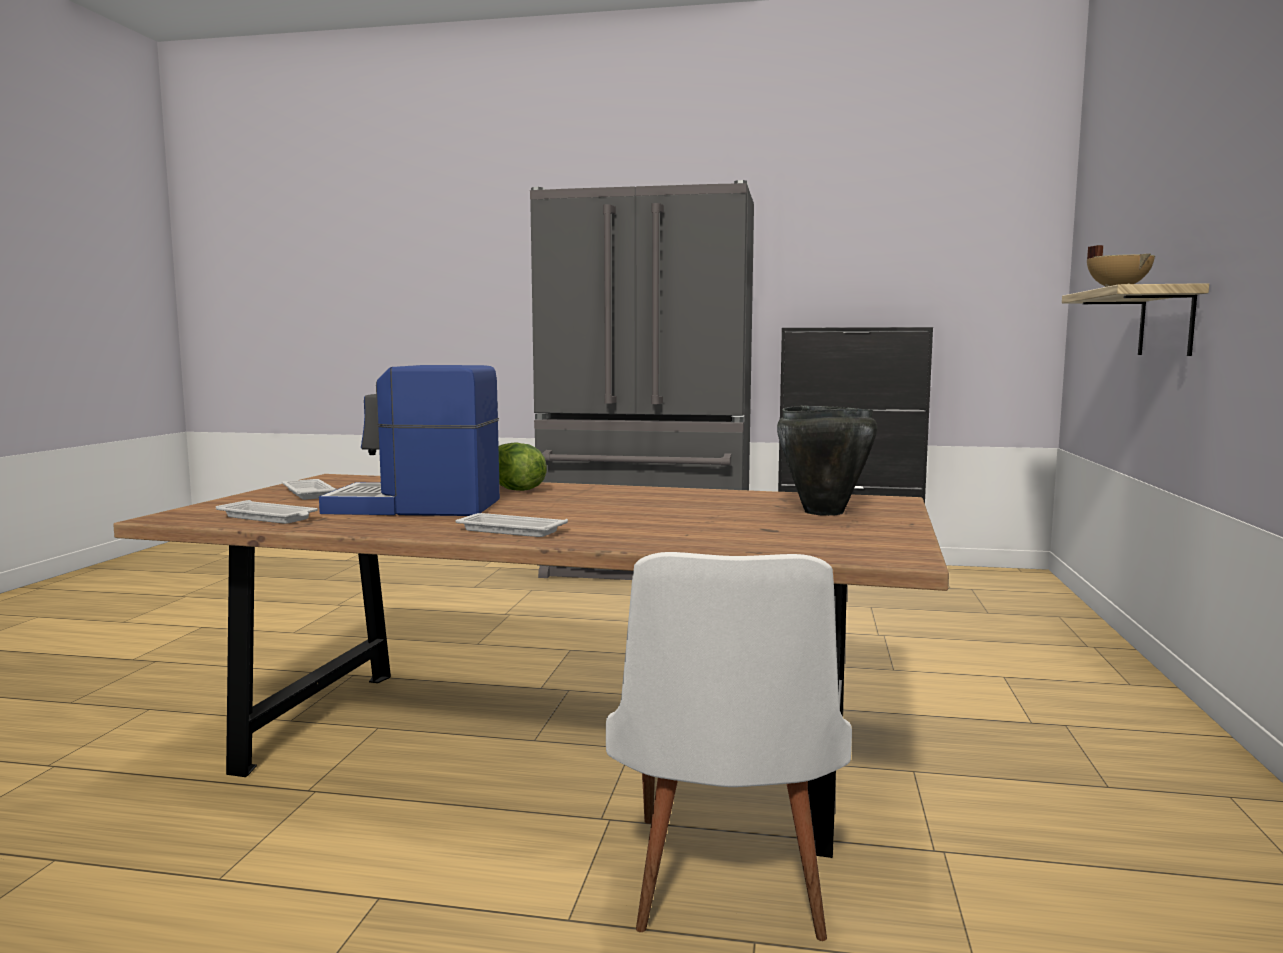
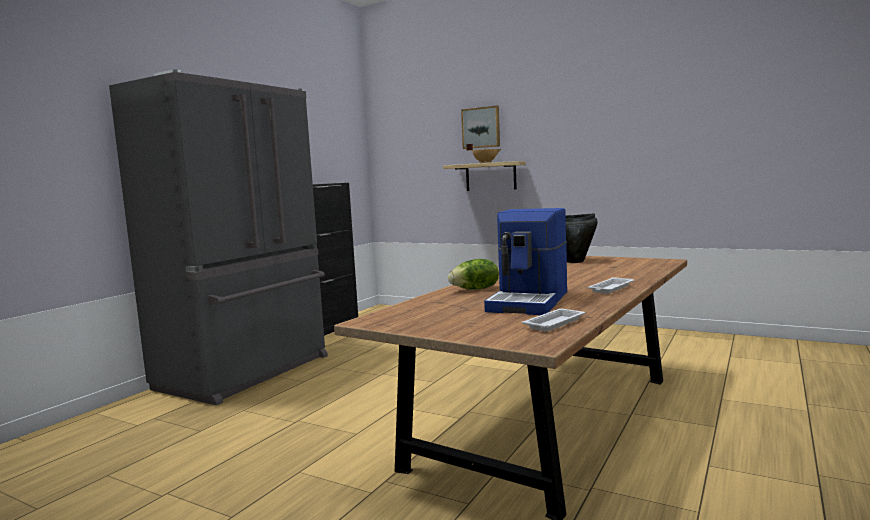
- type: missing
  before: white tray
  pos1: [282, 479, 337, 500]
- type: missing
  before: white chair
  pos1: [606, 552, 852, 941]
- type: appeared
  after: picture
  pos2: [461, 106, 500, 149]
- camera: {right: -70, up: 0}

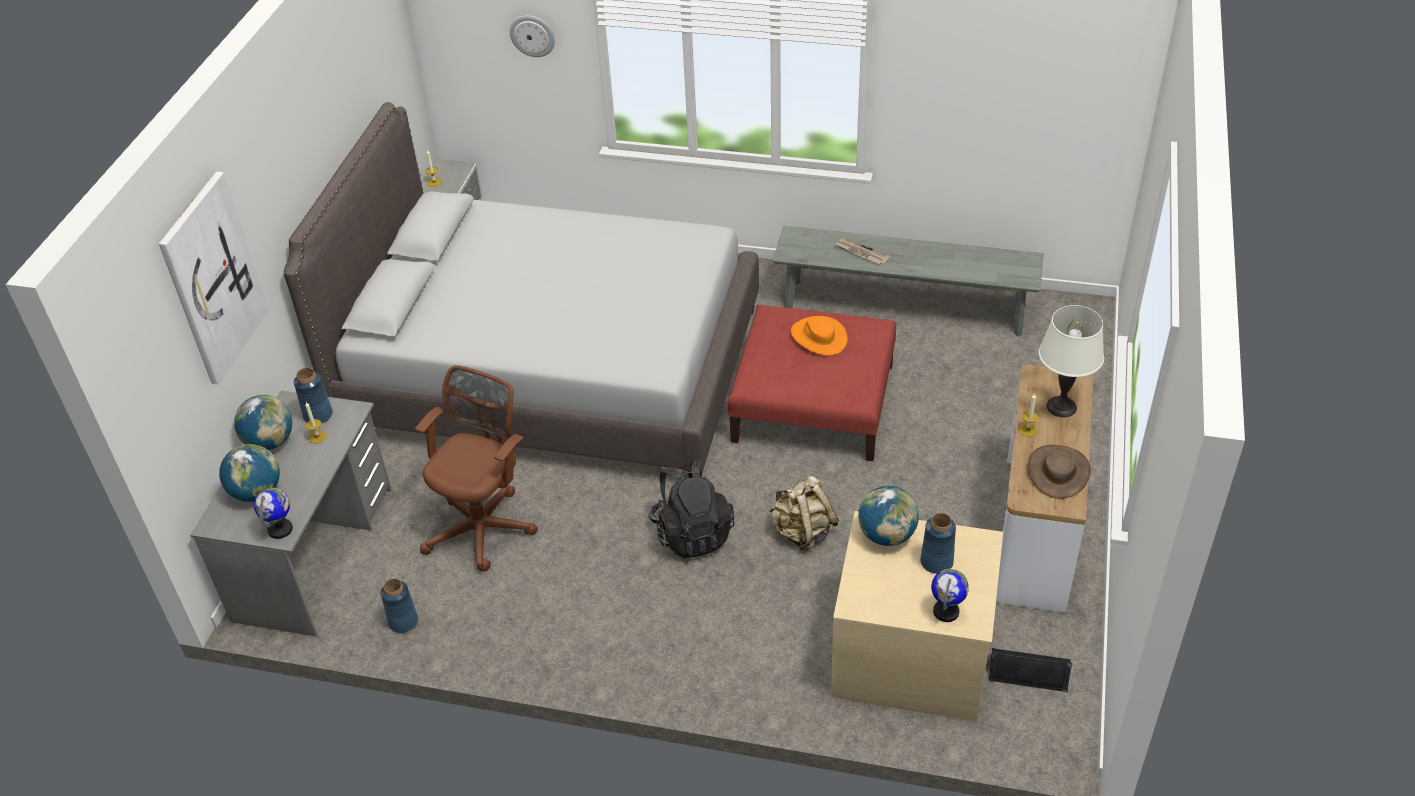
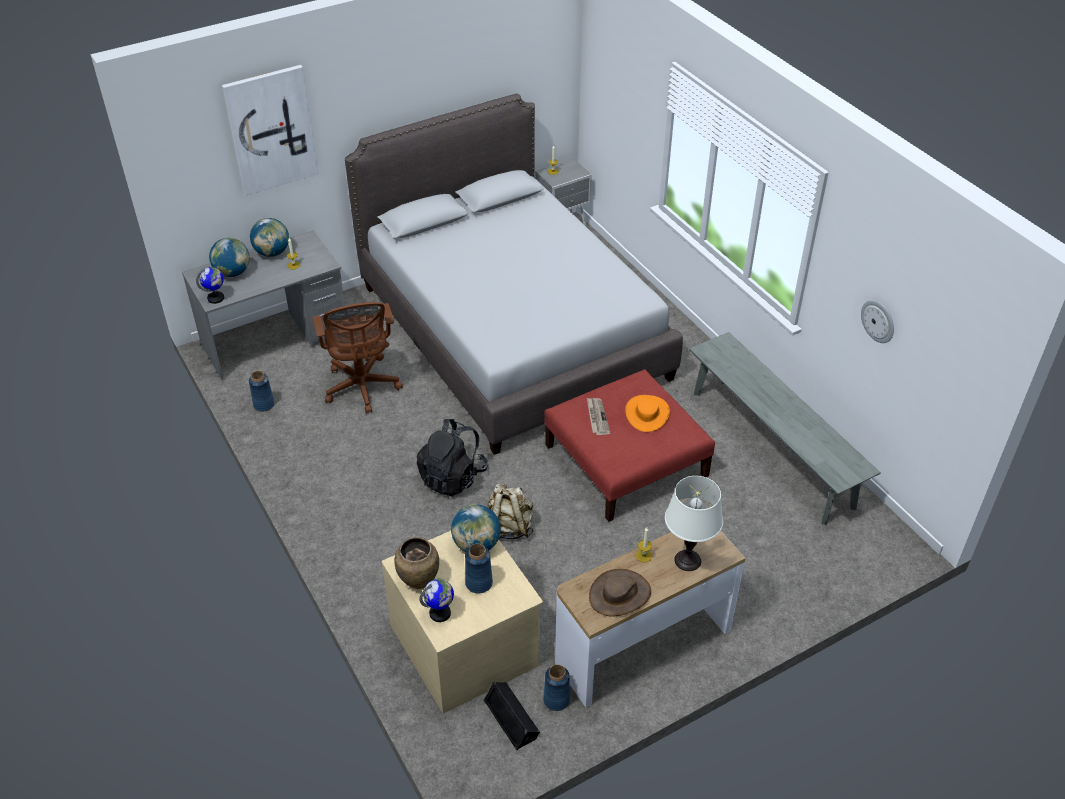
- type: relocated
  before: wall clock
  pos1: [510, 15, 555, 57]
  pos2: [861, 300, 894, 343]
- type: relocated
  before: newspaper
  pos1: [835, 238, 890, 264]
  pos2: [587, 398, 610, 435]
- type: spun
  before: brown office chair
  pos1: [415, 365, 538, 571]
  pos2: [313, 302, 403, 413]
  turn: 90
- type: relocated
  before: blue vase
  pos1: [294, 368, 333, 424]
  pos2: [543, 664, 570, 711]
- type: appeared
  after: brown vase
  pos2: [394, 537, 439, 589]
- camera: {right: 45, up: 0}

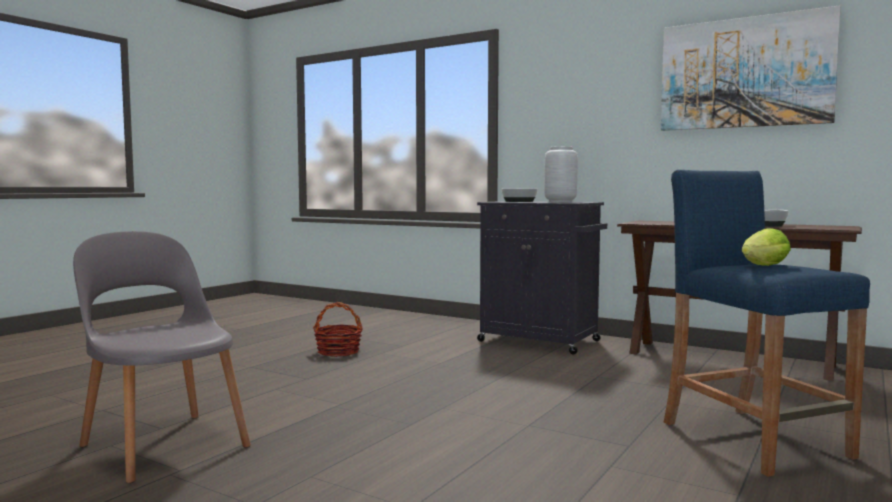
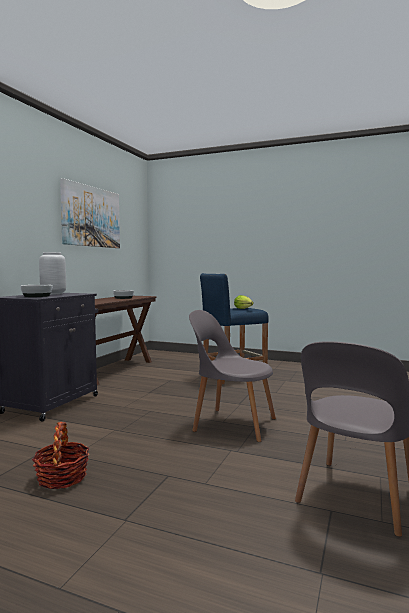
- type: appeared
  after: grey chair
  pos2: [189, 310, 276, 442]
- camera: {right: -100, up: 0}

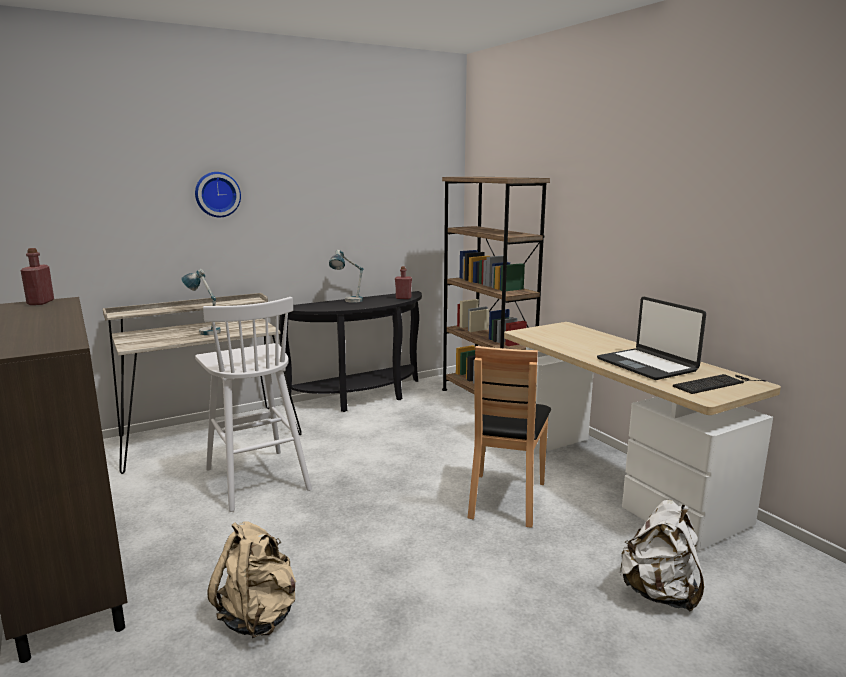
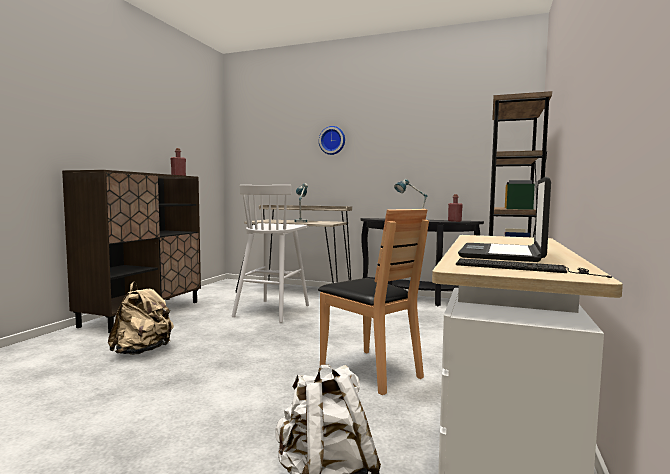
- type: spun
  before: brown chair
  pos1: [468, 346, 551, 528]
  pos2: [318, 209, 429, 395]
  turn: -105
- camera: {right: 50, up: -10}

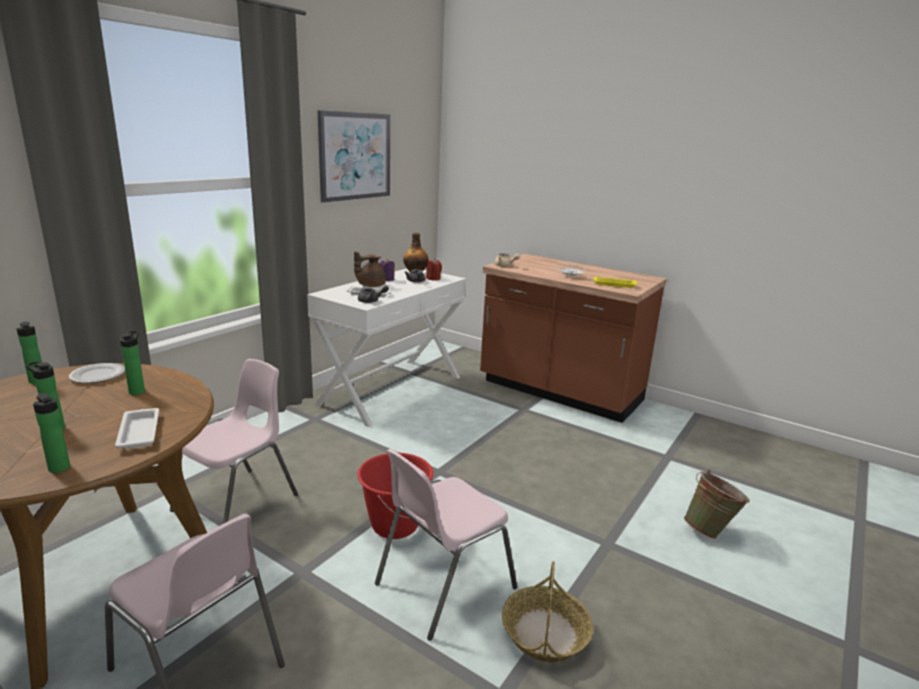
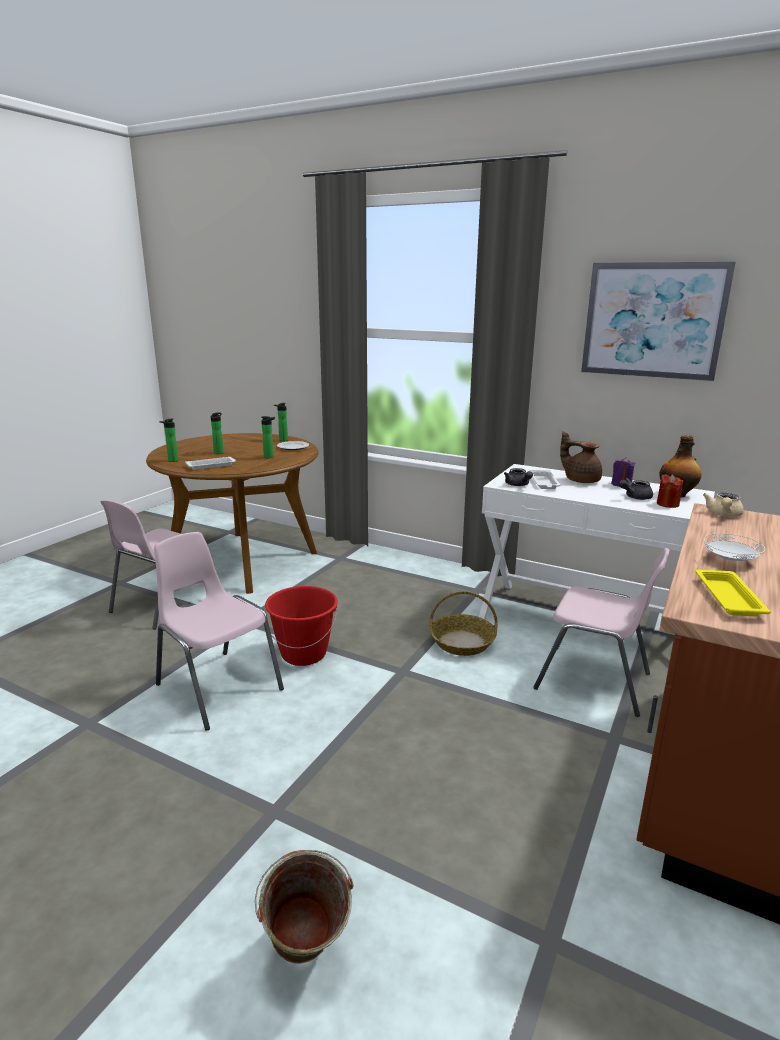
- type: relocated
  before: pink chair
  pos1: [170, 359, 298, 524]
  pos2: [533, 548, 670, 717]
- type: relocated
  before: basket
  pos1: [502, 561, 593, 662]
  pos2: [430, 591, 498, 656]
- camera: {right: 85, up: 0}

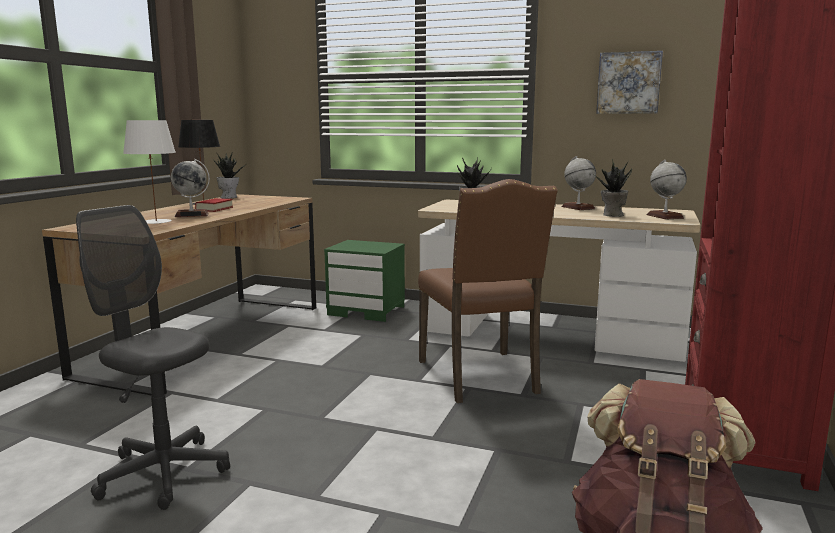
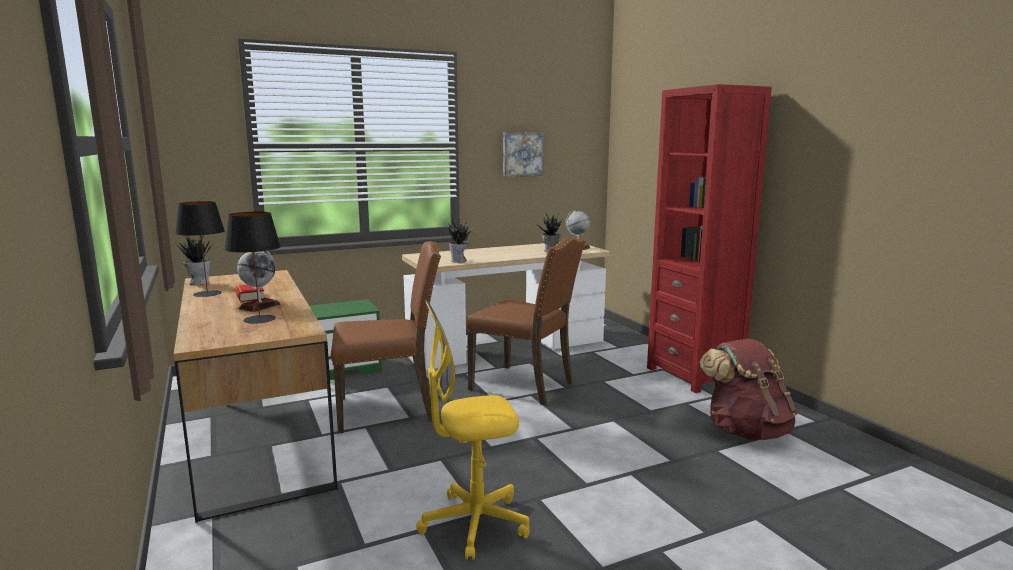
- type: colour
  before: white table lamp
  after: black table lamp
  pos1: [123, 120, 176, 224]
  pos2: [225, 212, 281, 324]
- type: missing
  before: globe
  pos1: [562, 156, 596, 210]
- type: colour
  before: grey office chair
  after: yellow office chair
  pos1: [76, 205, 230, 510]
  pos2: [416, 301, 530, 560]
- type: appeared
  after: brown chair
  pos2: [331, 241, 441, 433]
- camera: {right: -45, up: 0}

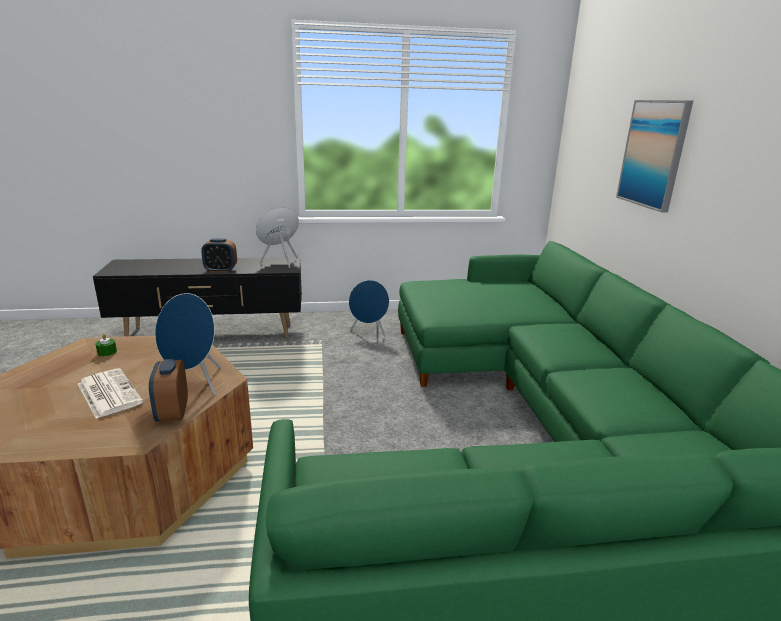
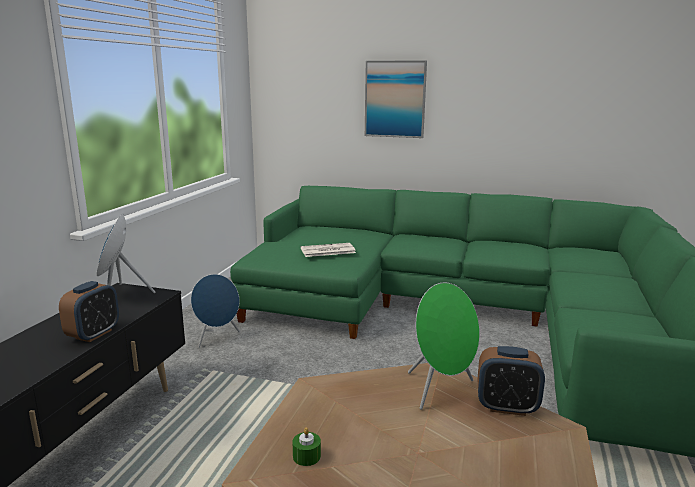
- type: colour
  before: blue speaker
  after: green speaker
  pos1: [155, 293, 221, 395]
  pos2: [408, 282, 480, 410]
- type: relocated
  before: newspaper
  pos1: [78, 369, 143, 419]
  pos2: [301, 243, 356, 257]
- camera: {right: -65, up: -5}

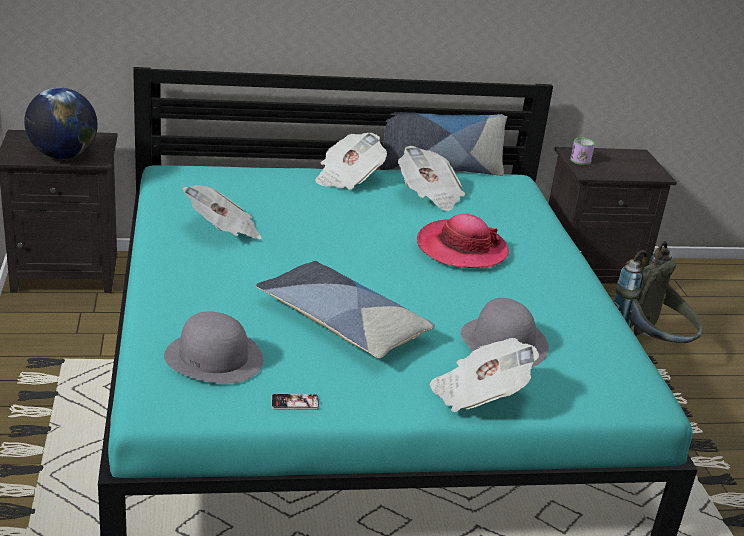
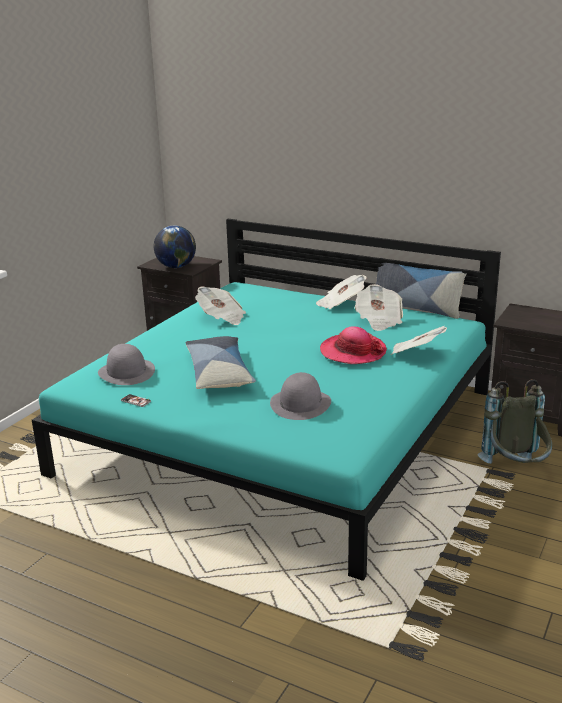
- type: missing
  before: mug
  pos1: [570, 137, 595, 165]
- type: relocated
  before: newspaper
  pos1: [429, 338, 539, 412]
  pos2: [391, 326, 447, 355]
- camera: {right: 40, up: -5}

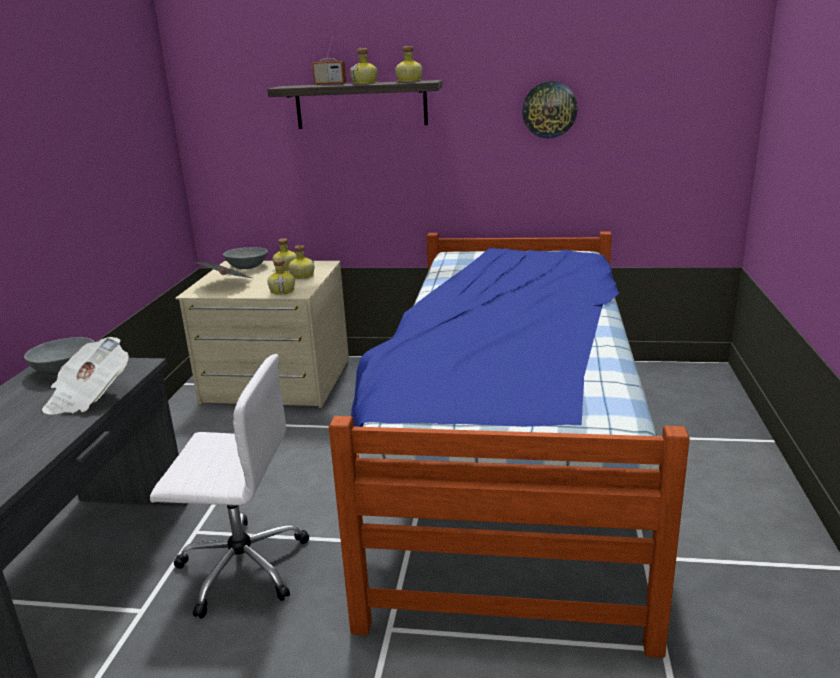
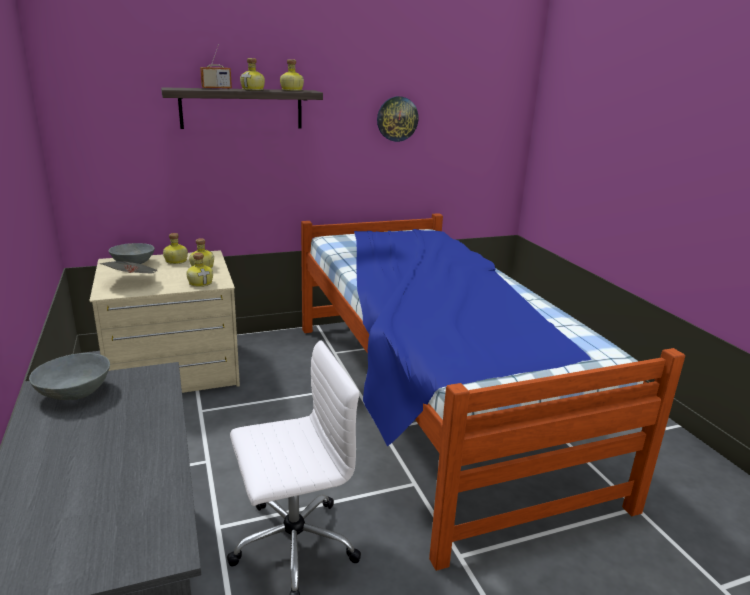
- type: missing
  before: newspaper
  pos1: [42, 337, 129, 415]
- camera: {right: -30, up: 0}

